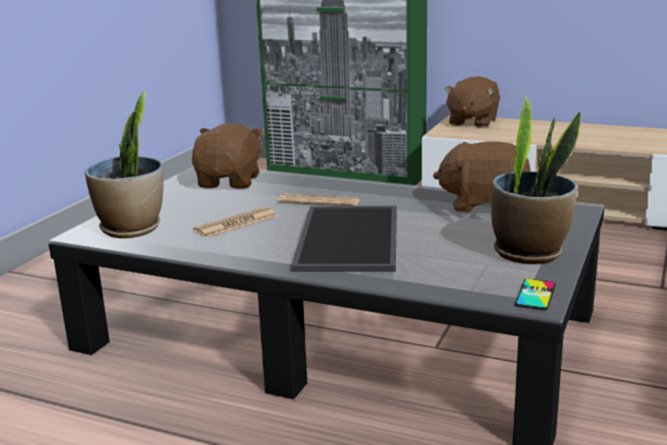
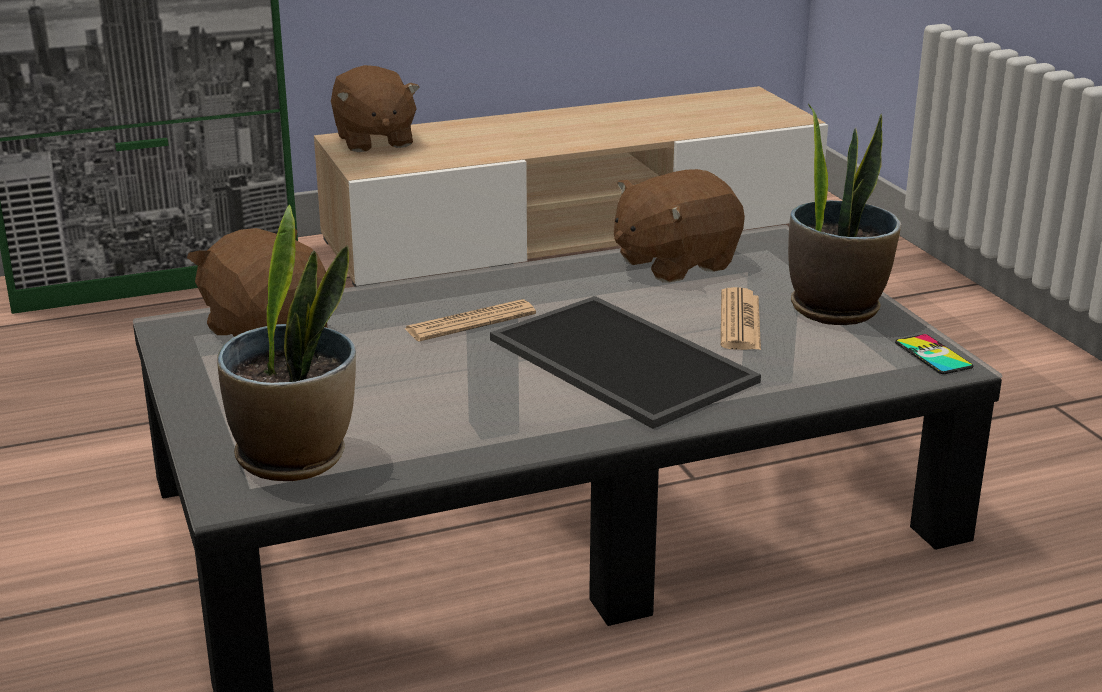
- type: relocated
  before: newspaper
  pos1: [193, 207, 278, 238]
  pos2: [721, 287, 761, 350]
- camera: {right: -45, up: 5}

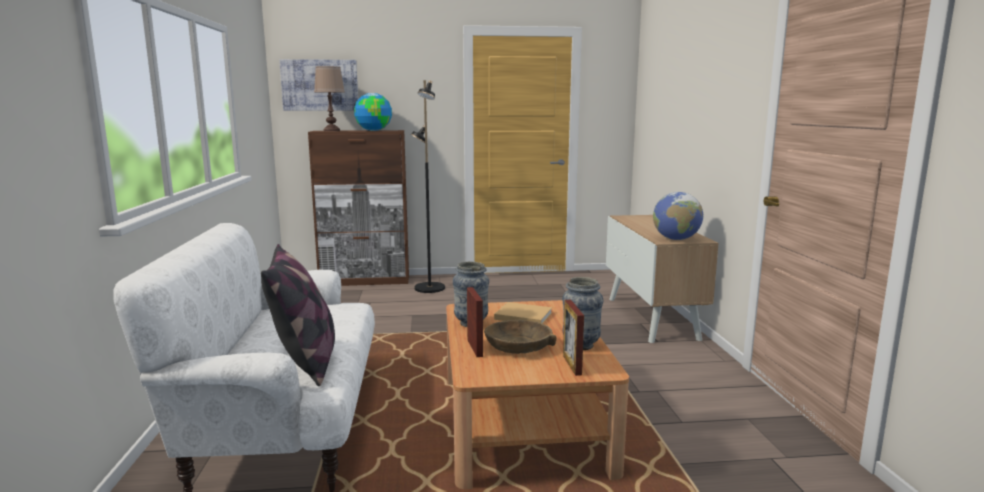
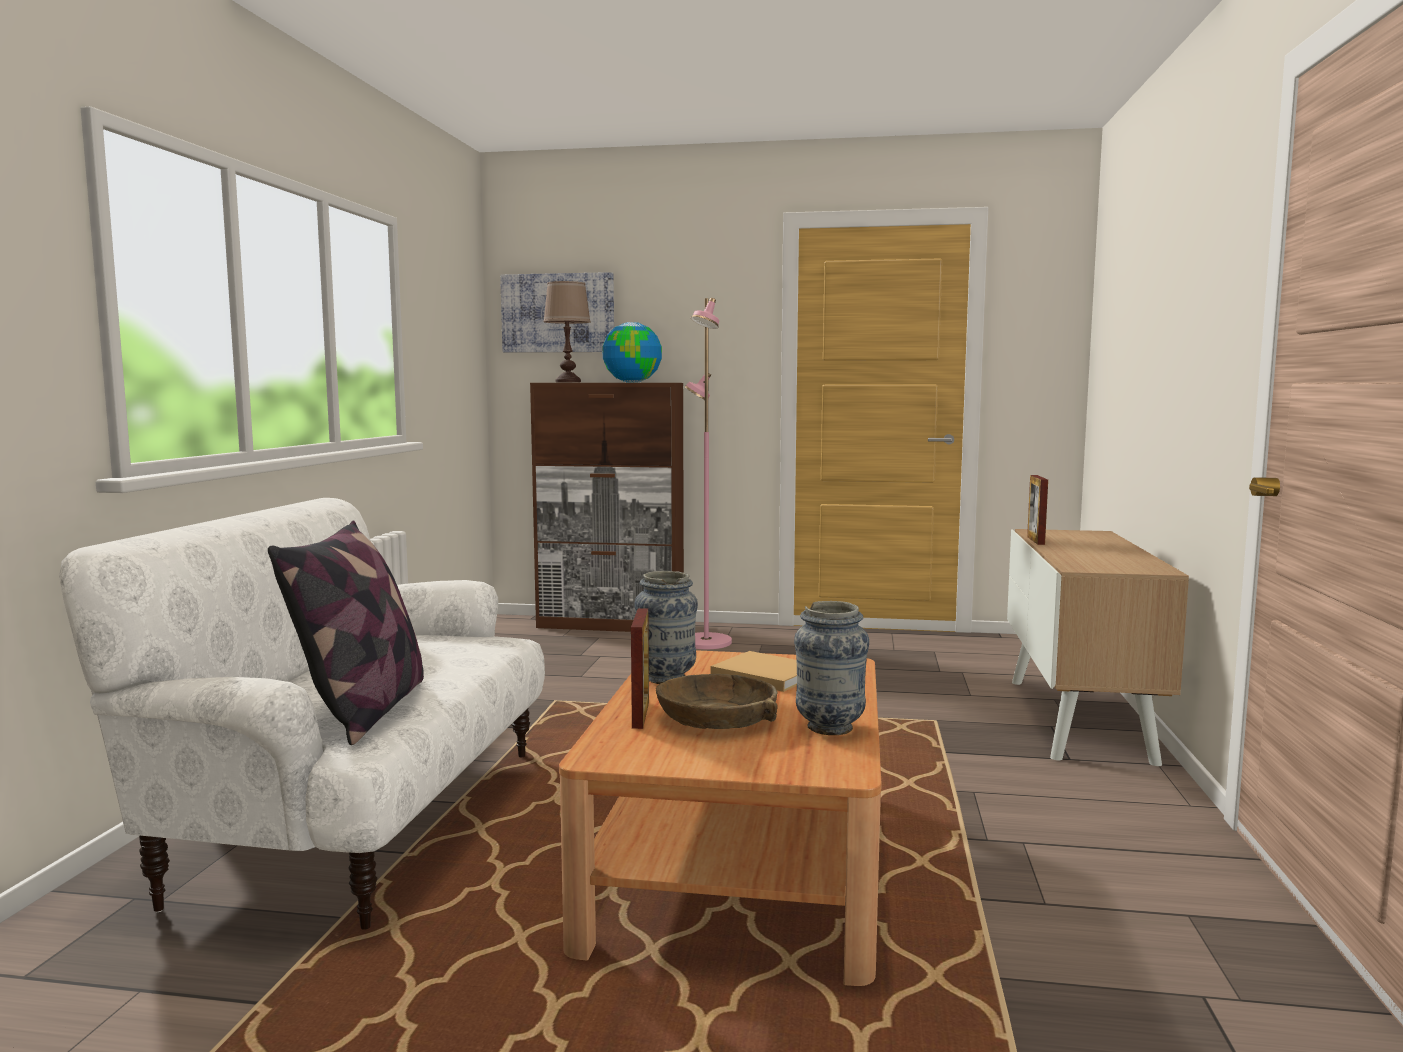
- type: colour
  before: black floor lamp
  after: pink floor lamp
  pos1: [411, 80, 445, 293]
  pos2: [684, 298, 732, 649]
- type: missing
  before: globe
  pos1: [653, 192, 703, 240]
- type: relocated
  before: picture frame
  pos1: [563, 300, 584, 376]
  pos2: [1027, 475, 1048, 545]
- camera: {right: 15, up: -5}

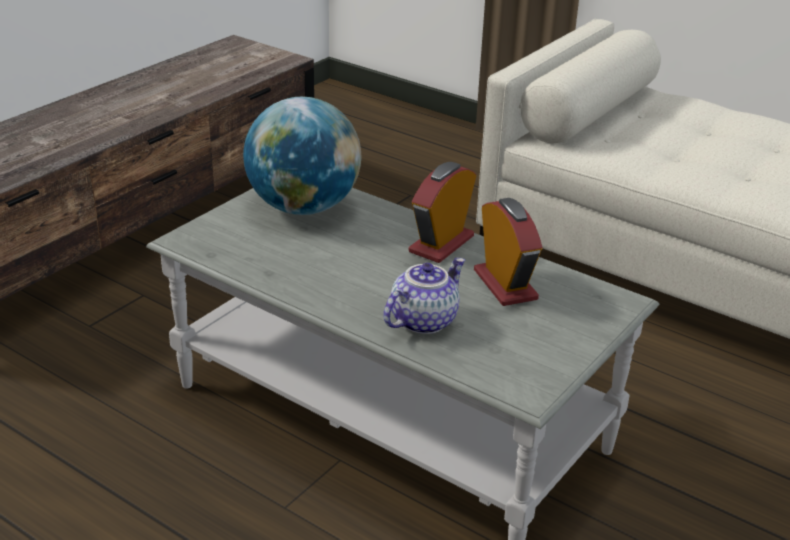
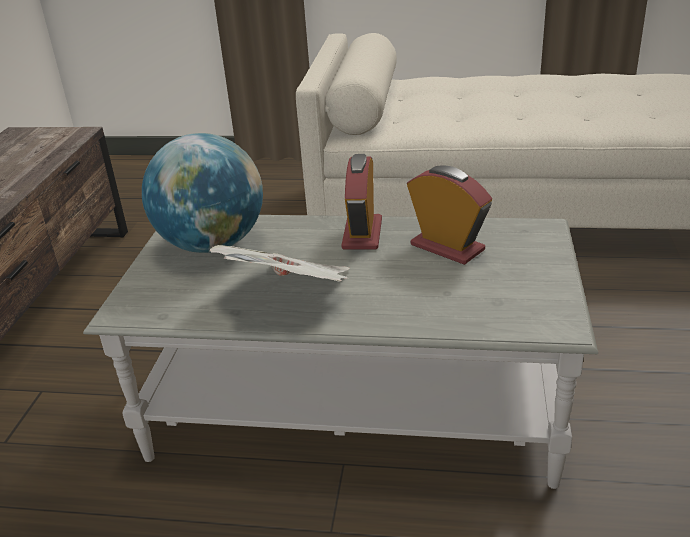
- type: missing
  before: teapot
  pos1: [383, 258, 465, 334]
- type: appeared
  after: newspaper
  pos2: [209, 245, 349, 282]
- camera: {right: -25, up: 0}

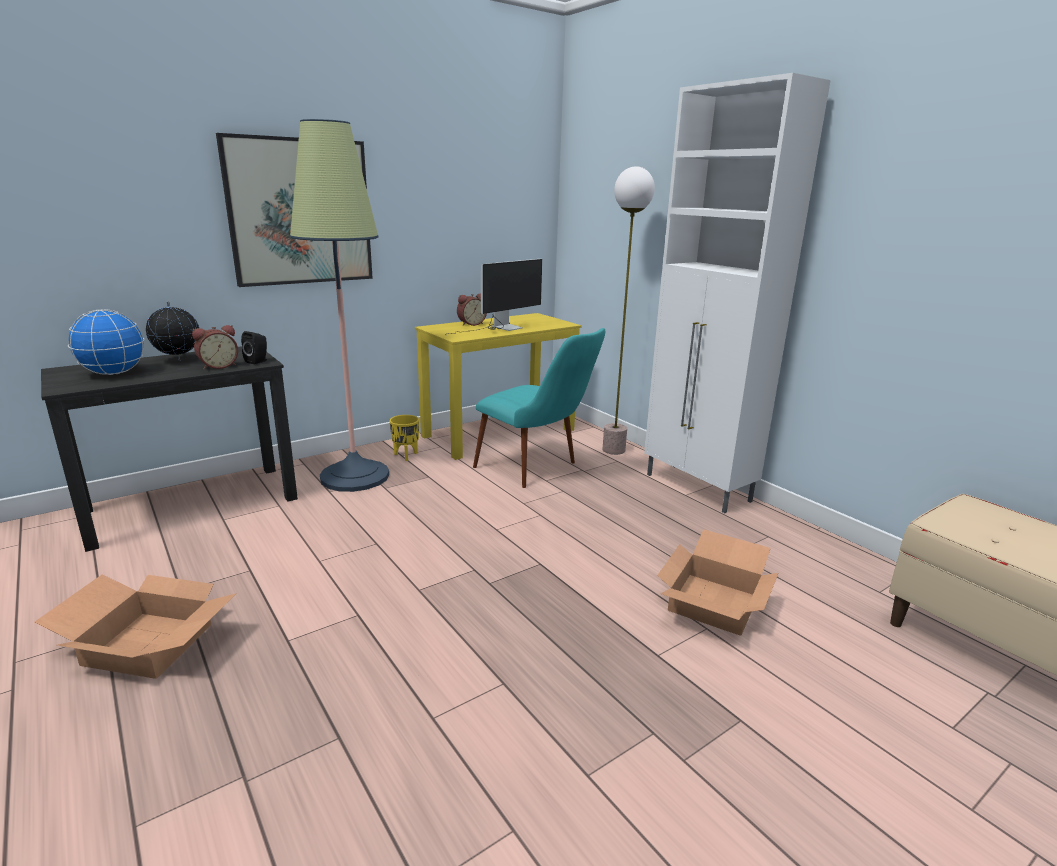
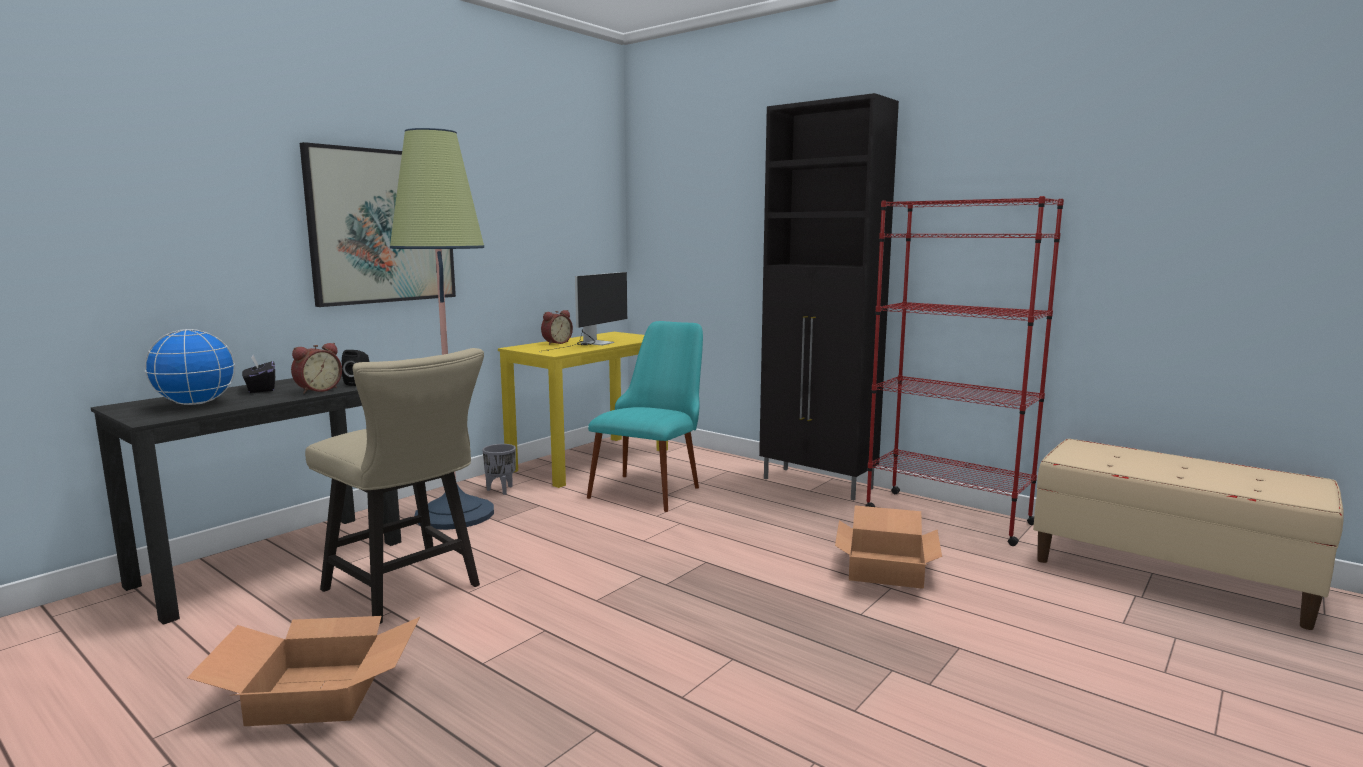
- type: colour
  before: white cabinet
  after: black cabinet
  pos1: [644, 73, 831, 513]
  pos2: [759, 93, 899, 500]
- type: missing
  before: floor lamp
  pos1: [602, 166, 655, 455]
- type: exchanged
  before: globe
  after: black tissue box
  pos1: [146, 301, 199, 361]
  pos2: [242, 355, 275, 393]
- type: spun
  before: turquoise chair
  pos1: [473, 328, 605, 488]
  pos2: [587, 321, 703, 512]
  turn: -90
- type: colour
  before: yellow planter
  after: grey planter
  pos1: [390, 415, 419, 461]
  pos2: [482, 444, 516, 495]
- type: appeared
  after: red bookcase
  pos2: [866, 196, 1064, 546]
- type: appeared
  after: beige chair
  pos2: [305, 348, 484, 624]
- camera: {right: -15, up: -10}

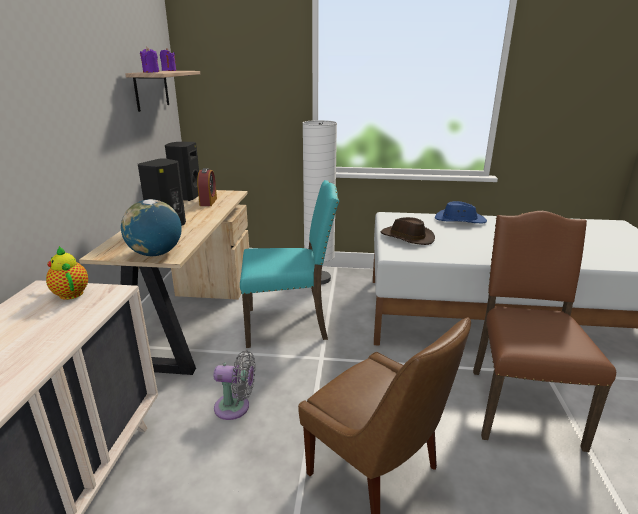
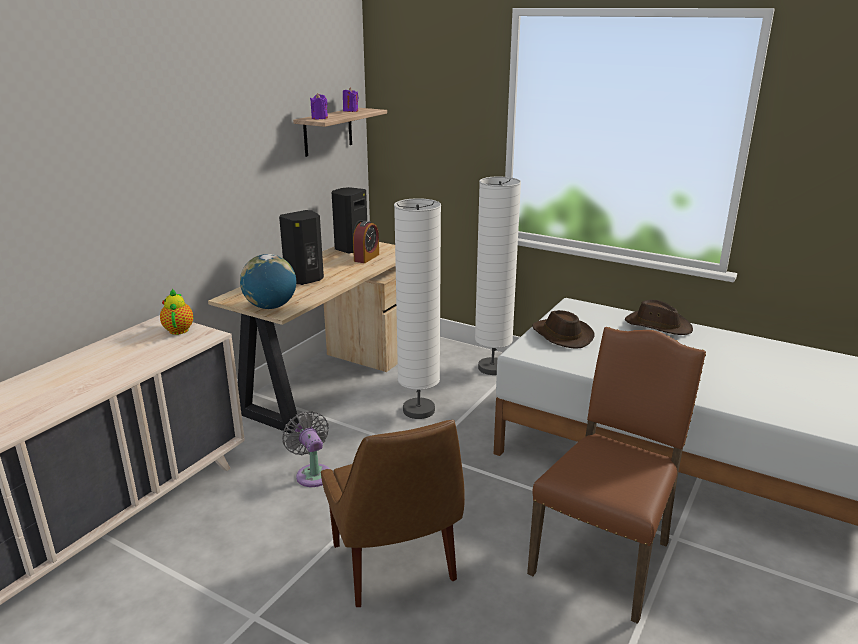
- type: exchanged
  before: turquoise chair
  after: white floor lamp
  pos1: [240, 180, 340, 348]
  pos2: [394, 198, 441, 419]
- type: colour
  before: blue hat
  after: brown hat
  pos1: [435, 201, 487, 223]
  pos2: [625, 300, 693, 335]
- type: spun
  before: grey fan
  pos1: [214, 351, 255, 420]
  pos2: [282, 411, 330, 487]
  turn: -150
- camera: {right: 25, up: 0}

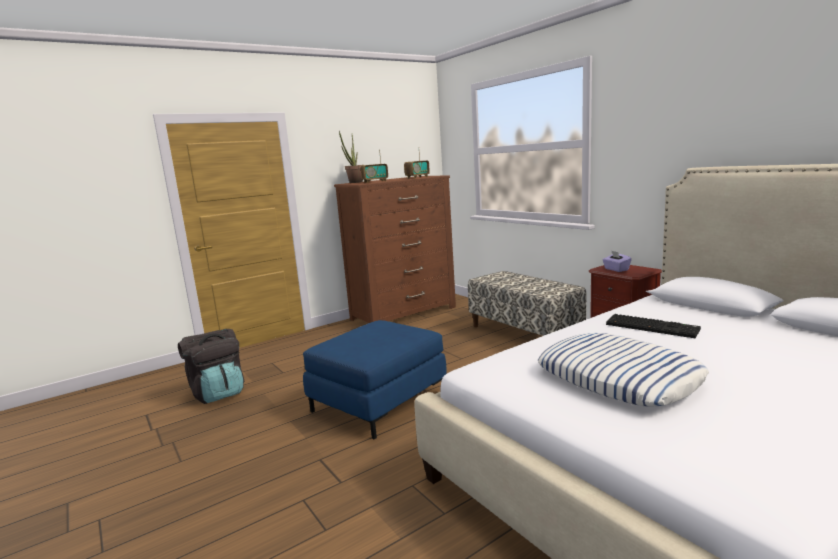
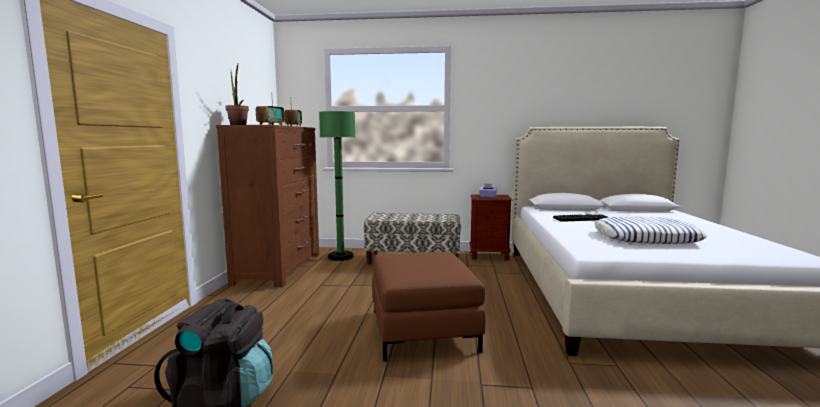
- type: colour
  before: blue ottoman
  after: brown ottoman
  pos1: [303, 320, 447, 439]
  pos2: [372, 252, 486, 361]
- type: appeared
  after: green floor lamp
  pos2: [319, 111, 355, 261]
- camera: {right: -50, up: -5}

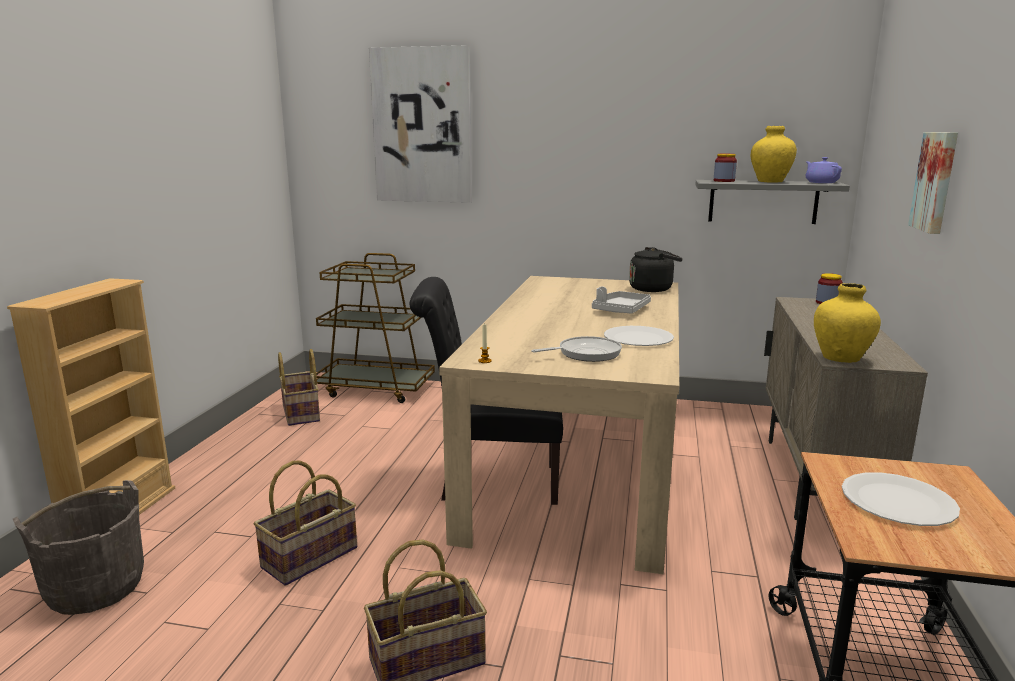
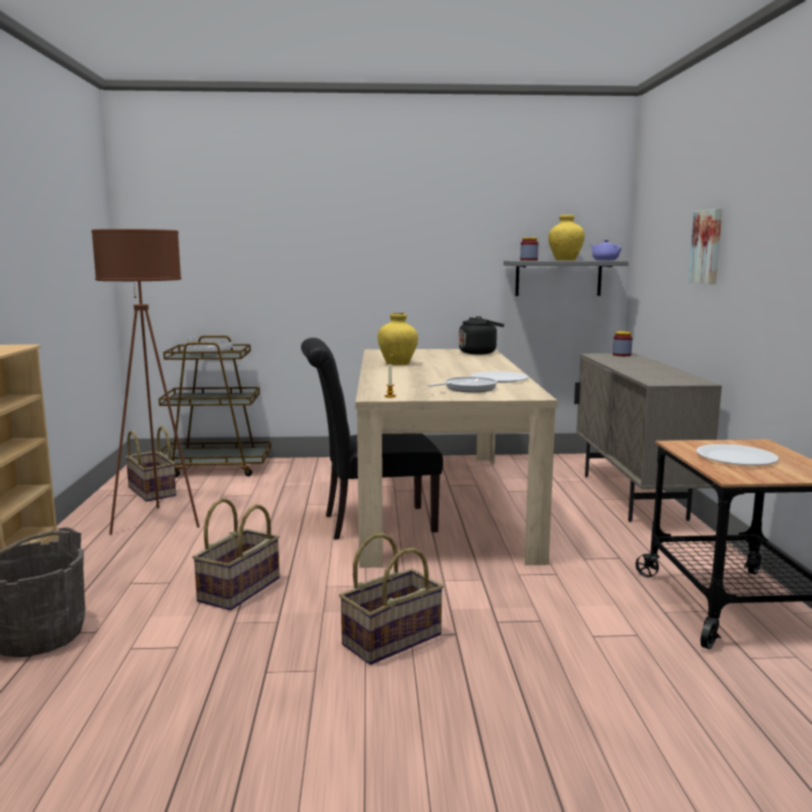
- type: missing
  before: picture
  pos1: [369, 45, 472, 203]
- type: relocated
  before: yellow vase
  pos1: [814, 283, 881, 363]
  pos2: [377, 313, 418, 365]
- type: relocated
  before: grey tray
  pos1: [592, 286, 651, 314]
  pos2: [183, 336, 233, 354]
- type: appeared
  after: brown floor lamp
  pos2: [91, 229, 200, 535]
- camera: {right: -15, up: -5}

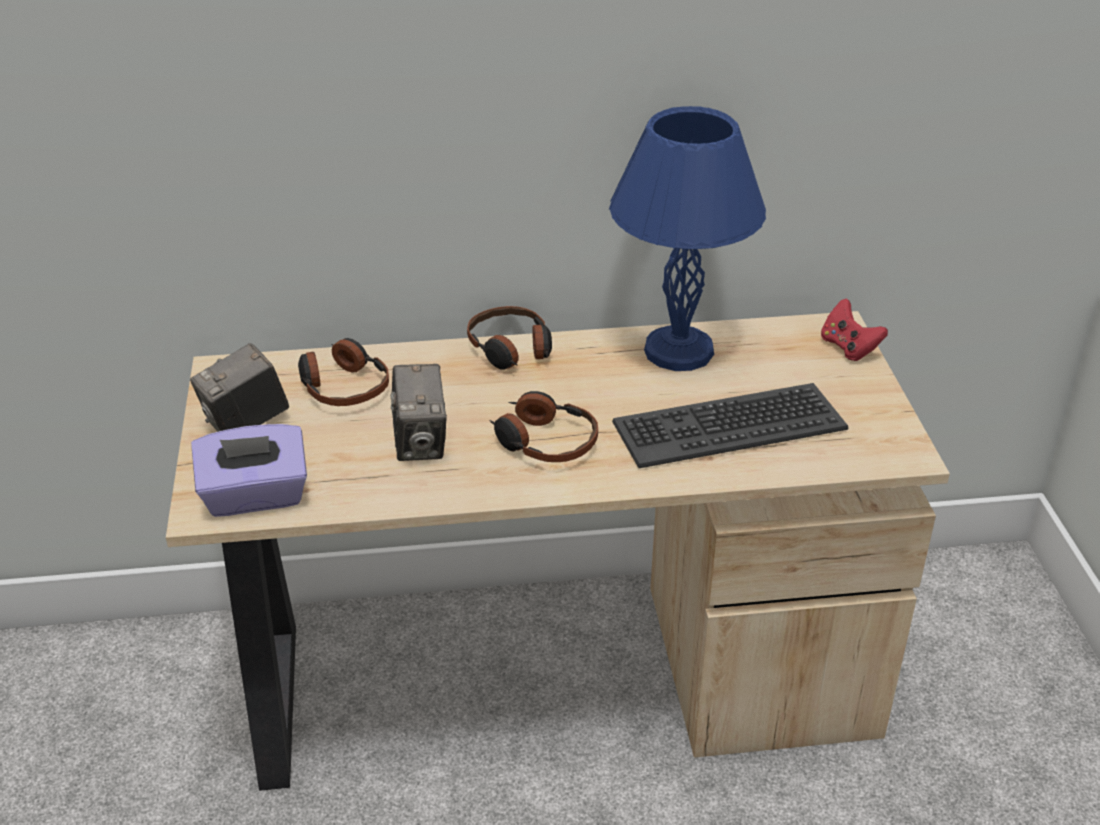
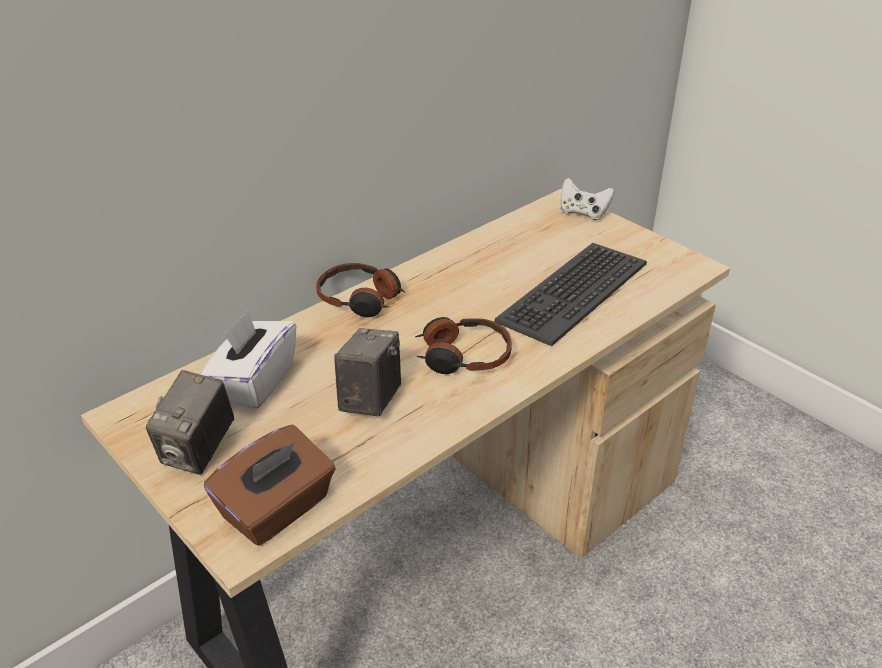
- type: missing
  before: blue table lamp
  pos1: [609, 106, 766, 371]
- type: colour
  before: red game controller
  after: white game controller
  pos1: [821, 298, 888, 361]
  pos2: [560, 178, 614, 220]
- type: exchanged
  before: headphones
  after: white tissue box
  pos1: [298, 338, 389, 406]
  pos2: [200, 310, 296, 409]
- type: spun
  before: photo camera
  pos1: [391, 364, 447, 461]
  pos2: [334, 328, 401, 416]
  turn: -120
- type: colour
  before: purple tissue box
  after: brown tissue box
  pos1: [191, 424, 307, 517]
  pos2: [204, 425, 336, 546]
- camera: {right: -35, up: 0}

